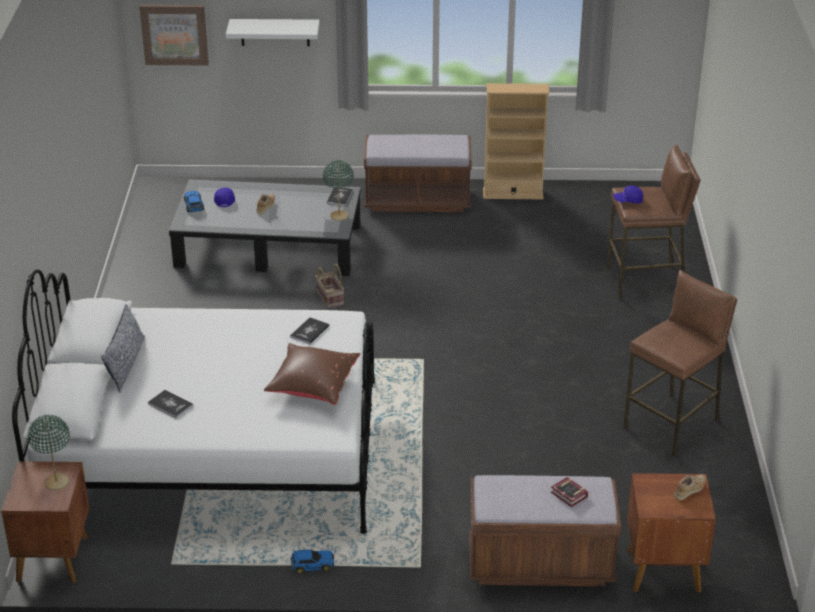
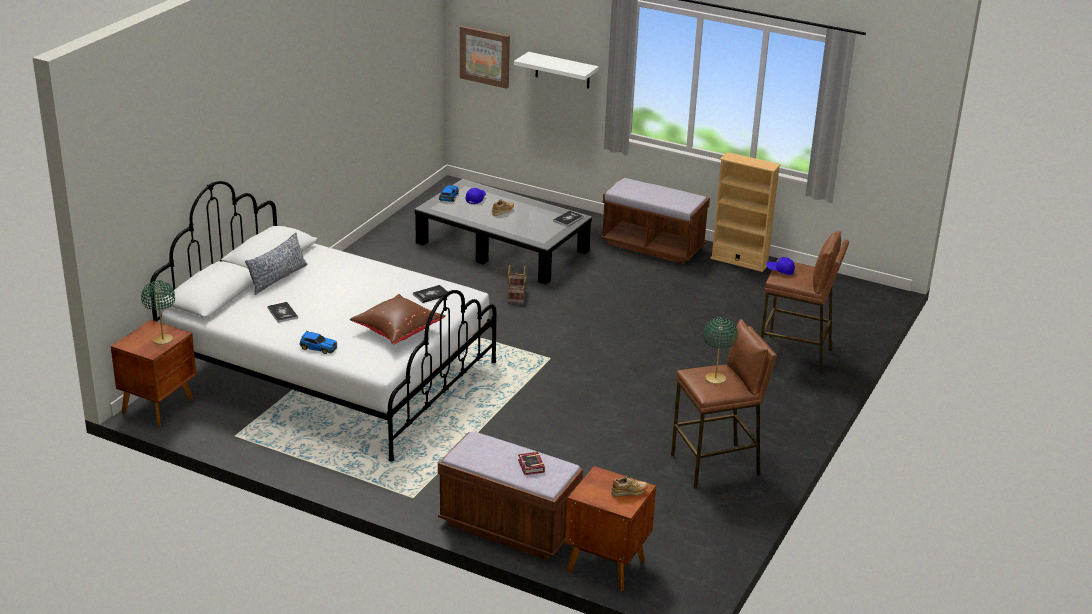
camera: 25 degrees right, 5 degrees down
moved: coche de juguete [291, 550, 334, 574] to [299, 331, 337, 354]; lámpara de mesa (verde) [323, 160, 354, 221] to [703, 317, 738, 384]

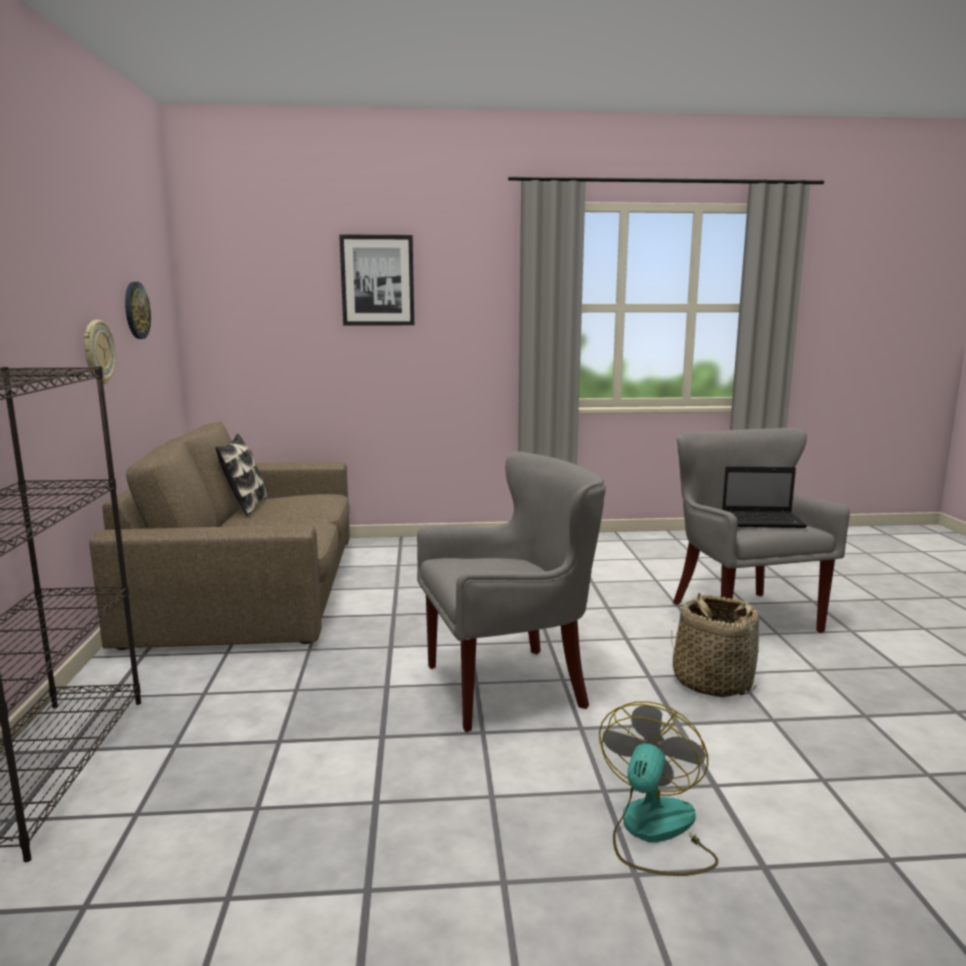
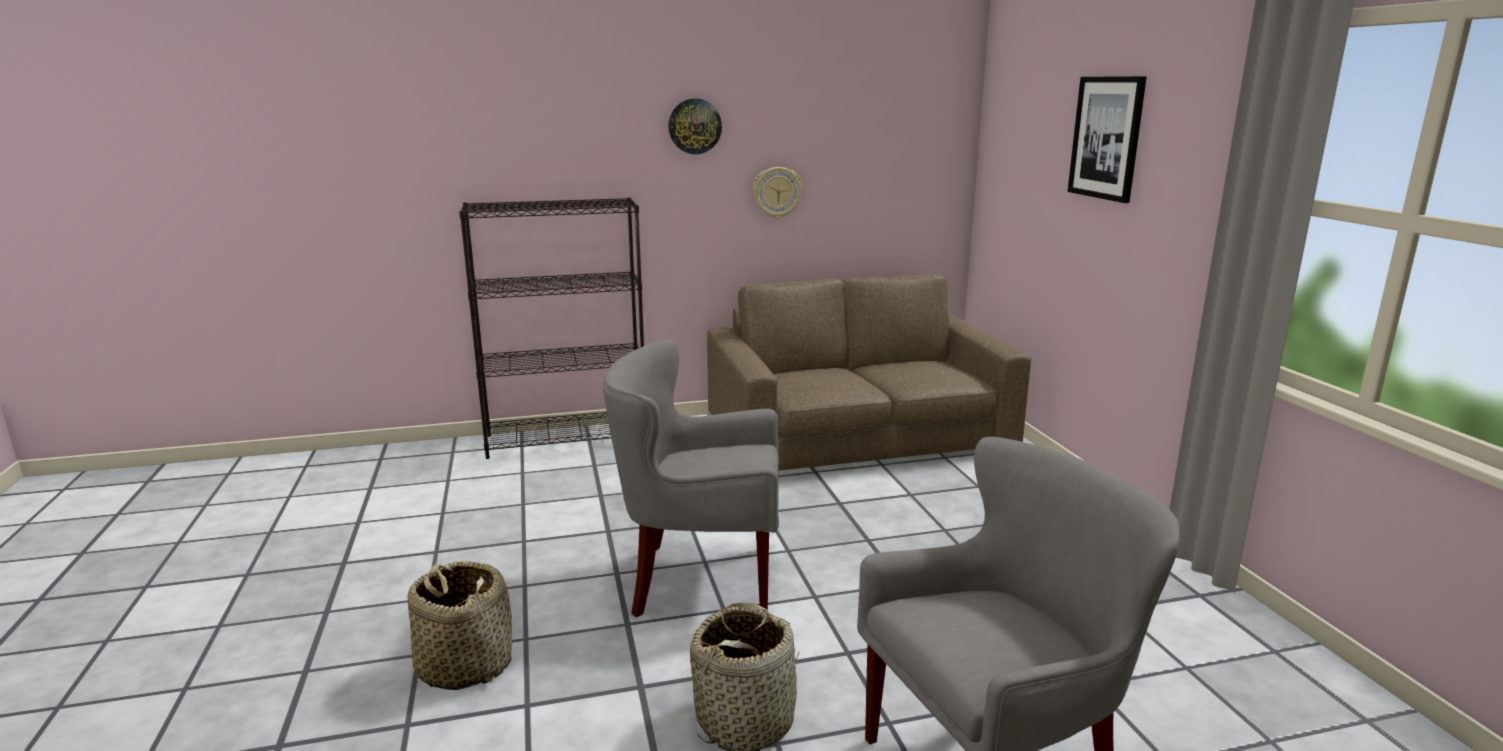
camera: 80 degrees right, 5 degrees up
removed: cojín [215, 434, 268, 517]; portátil [722, 466, 807, 528]
moved: reloj de pared [125, 282, 151, 339] to [668, 99, 722, 154]
replaced: ventilador [599, 701, 719, 876] to cesta [408, 561, 512, 690]
turned: sillón (gris) [417, 452, 606, 732] = [603, 340, 779, 617] 120 degrees clockwise

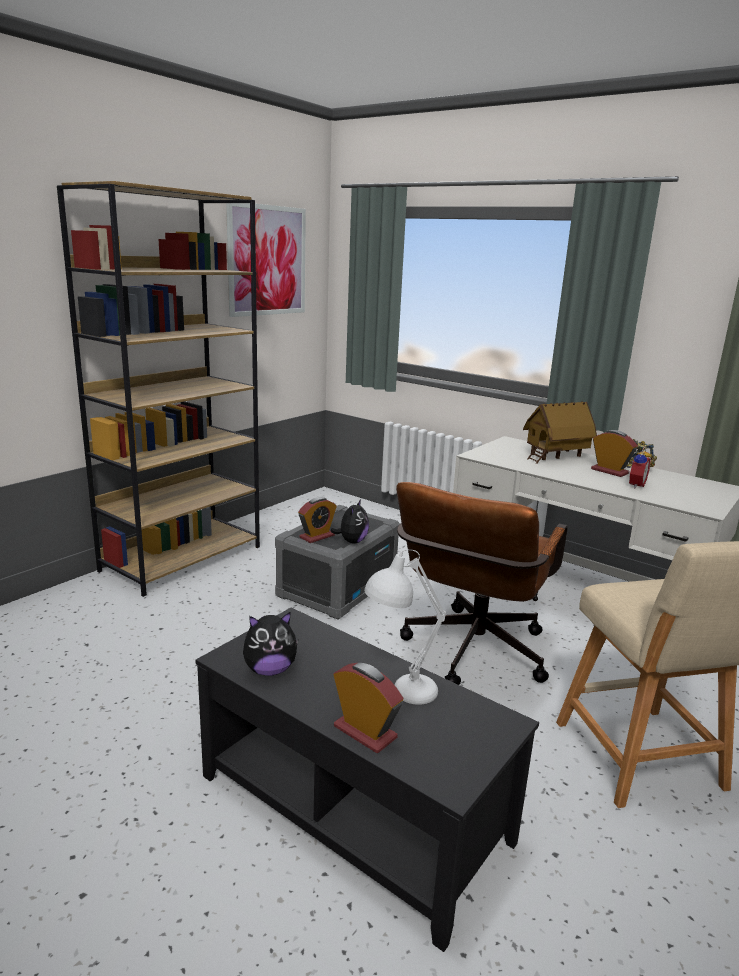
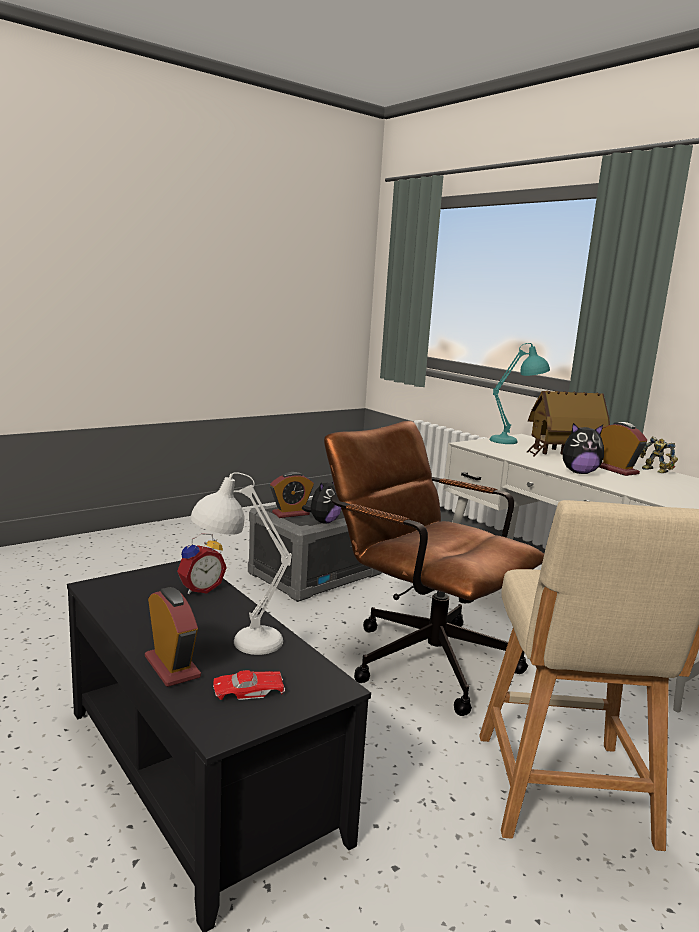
camera: 15 degrees right, 5 degrees down
removed: estantería (marrón) [57, 181, 260, 597]; cuadro [226, 203, 306, 317]
added: coche de juguete (rojo) [213, 670, 285, 700]; lámpara de mesa (turquesa) [490, 343, 550, 444]
moved: despertador [628, 446, 651, 488] to [177, 533, 227, 594]; peluche [243, 612, 298, 676] to [562, 423, 604, 474]
turned: silla de oficina (marrón) [396, 482, 568, 685] = [324, 421, 544, 716] 90 degrees clockwise

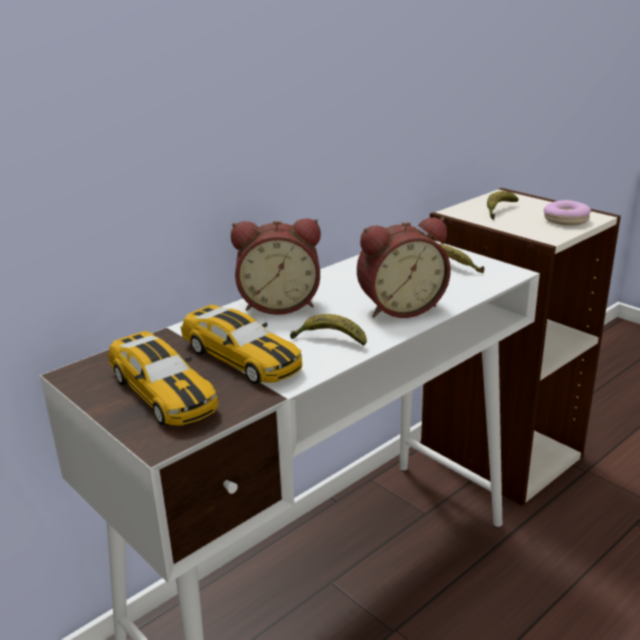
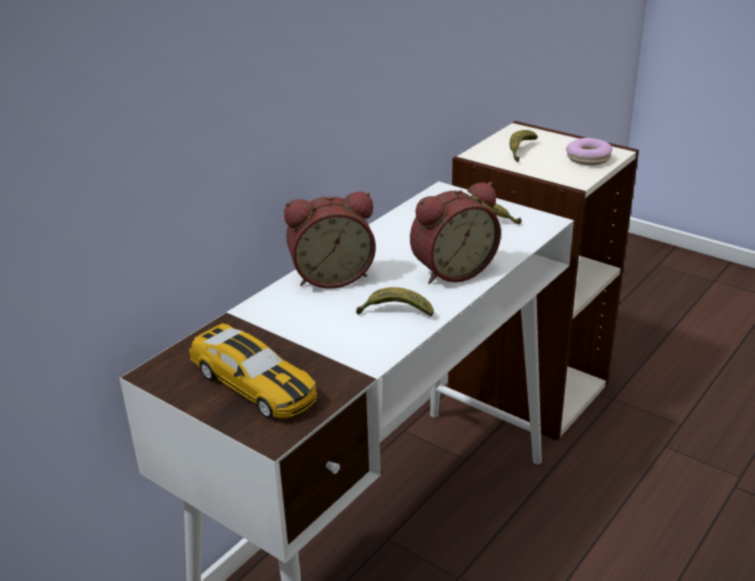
camera: 10 degrees left, 5 degrees up
removed: coche de juguete [181, 304, 302, 384]

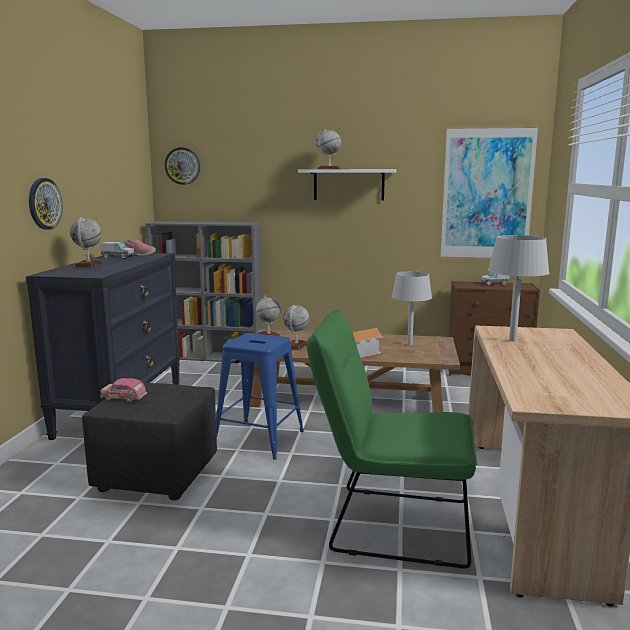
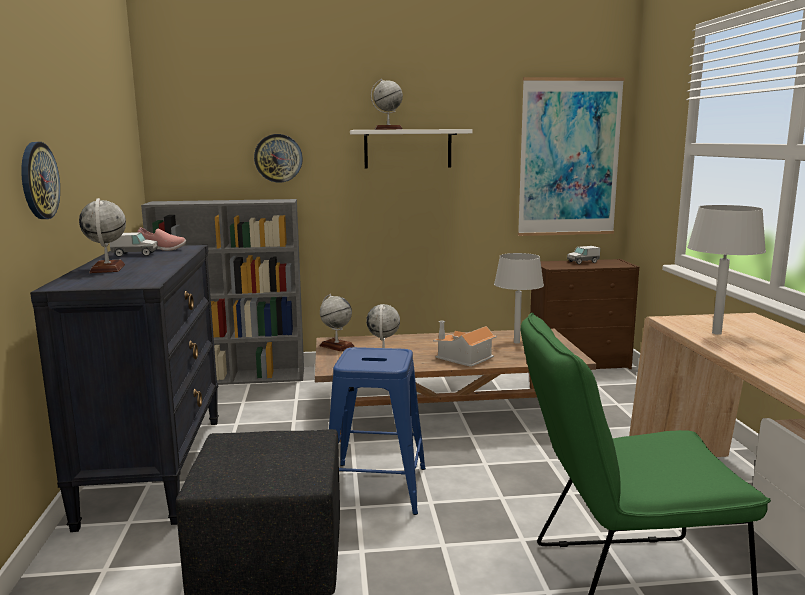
camera: 15 degrees left, 0 degrees up
removed: coche de juguete [100, 378, 147, 403]
moved: reloj de pared [165, 147, 200, 185] to [254, 134, 303, 183]

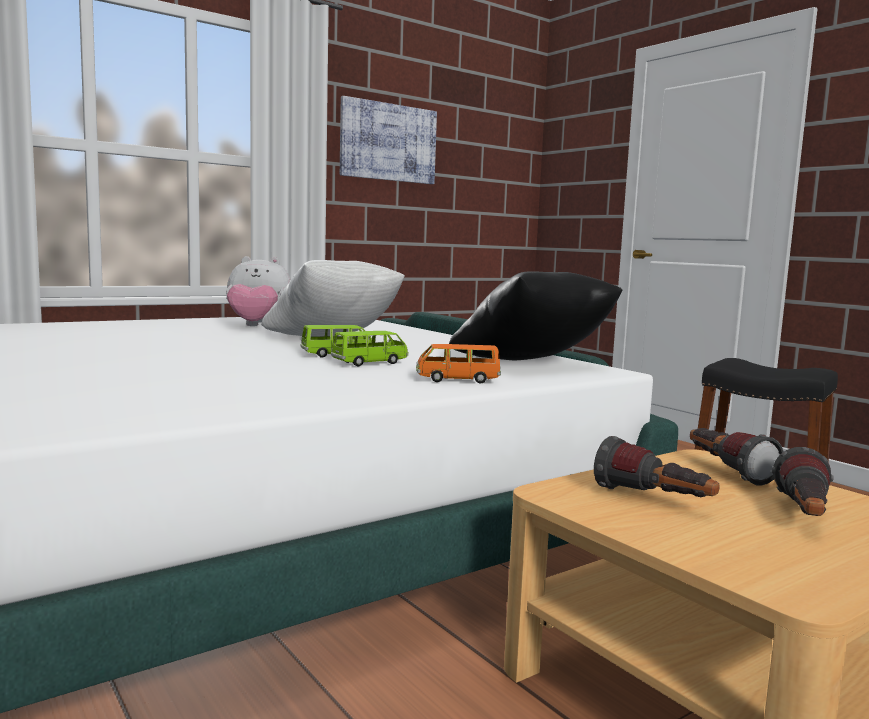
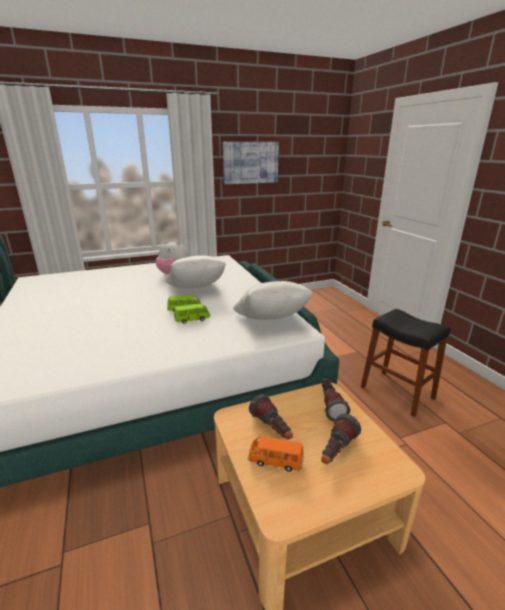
camera: 15 degrees right, 15 degrees up
moved: coche de juguete (naranja) [416, 344, 501, 384] to [248, 436, 304, 471]
recoloured: cojín (negro) [449, 271, 623, 361] to cojín (blanco) [234, 281, 313, 319]

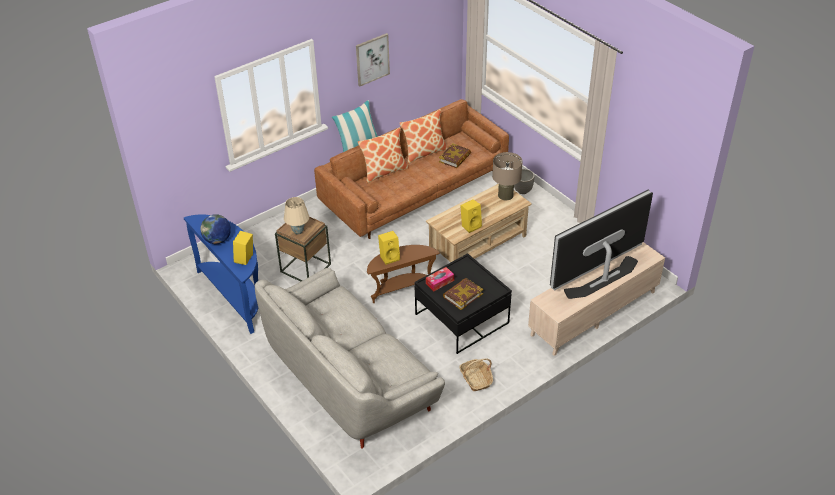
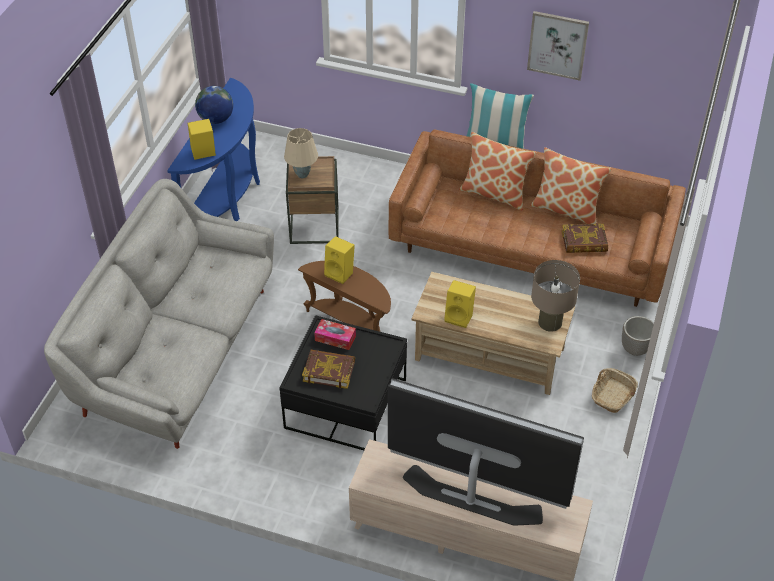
camera: 55 degrees right, 5 degrees up
moved: cesta [460, 358, 493, 391] to [592, 368, 638, 413]

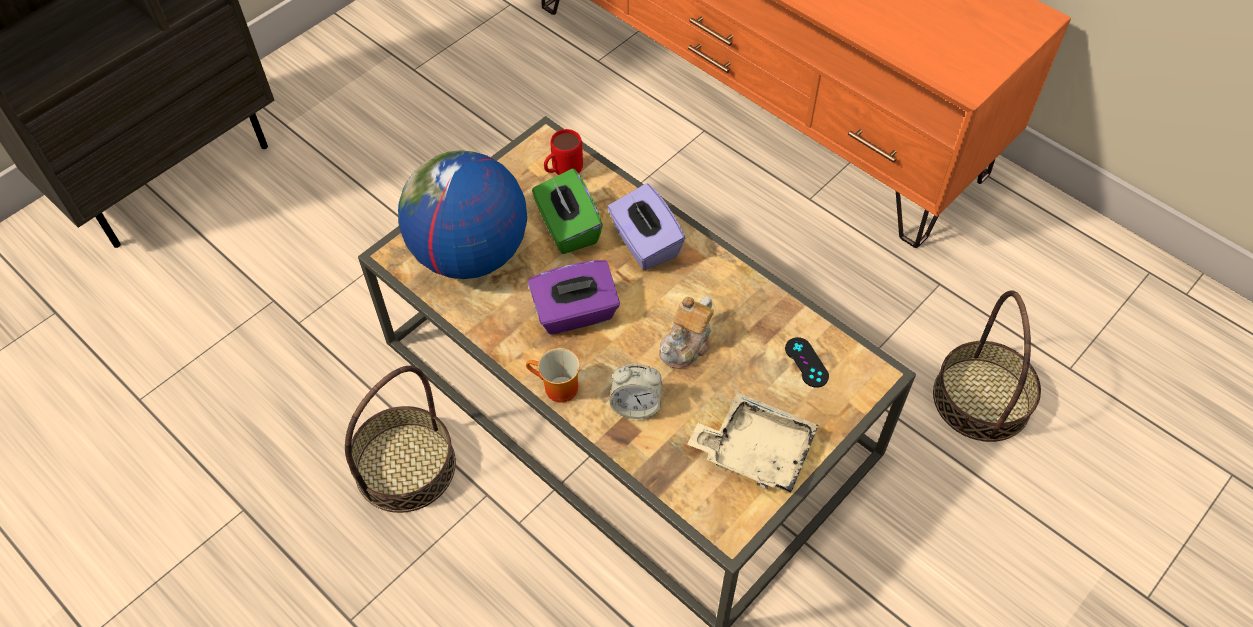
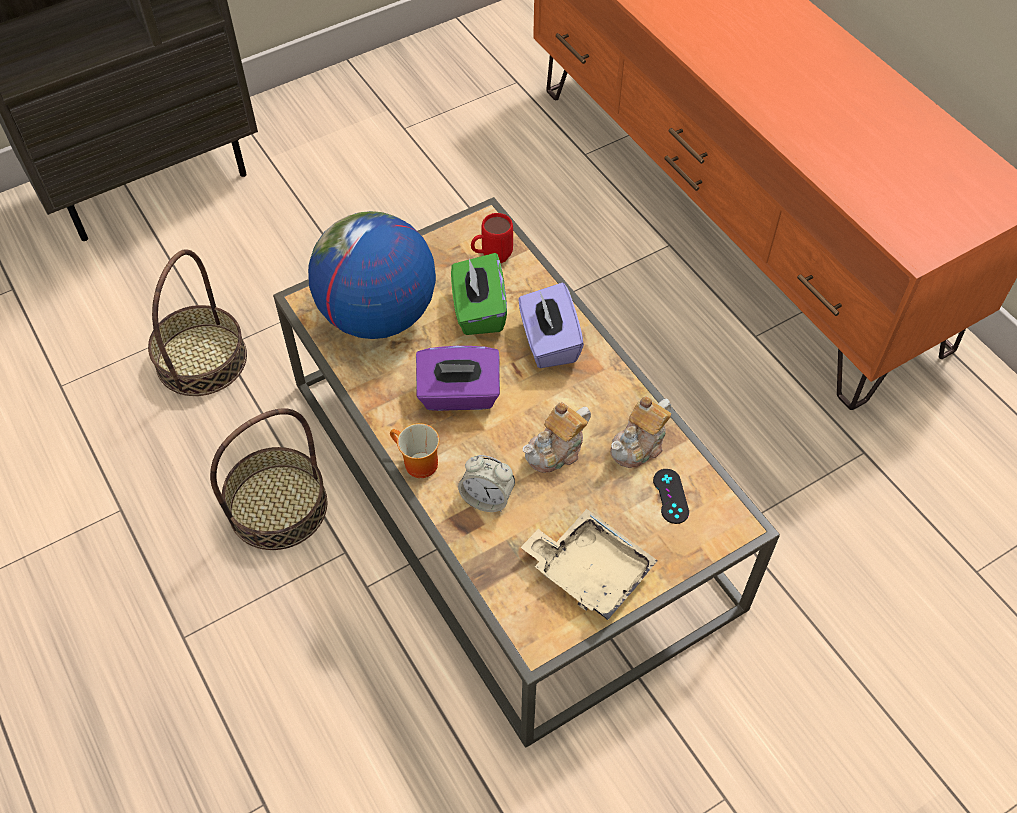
camera: 15 degrees right, 0 degrees up
added: tetera [610, 396, 671, 468]
moved: cesta [933, 290, 1041, 442] to [148, 249, 247, 396]

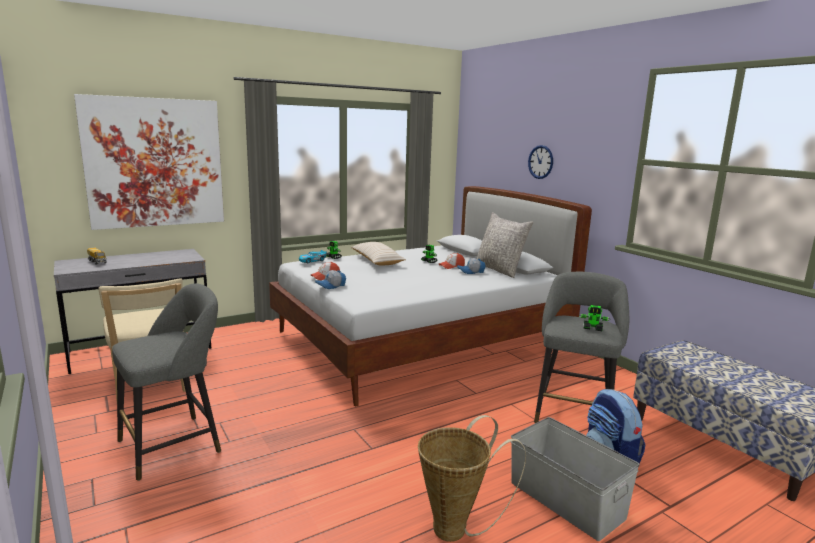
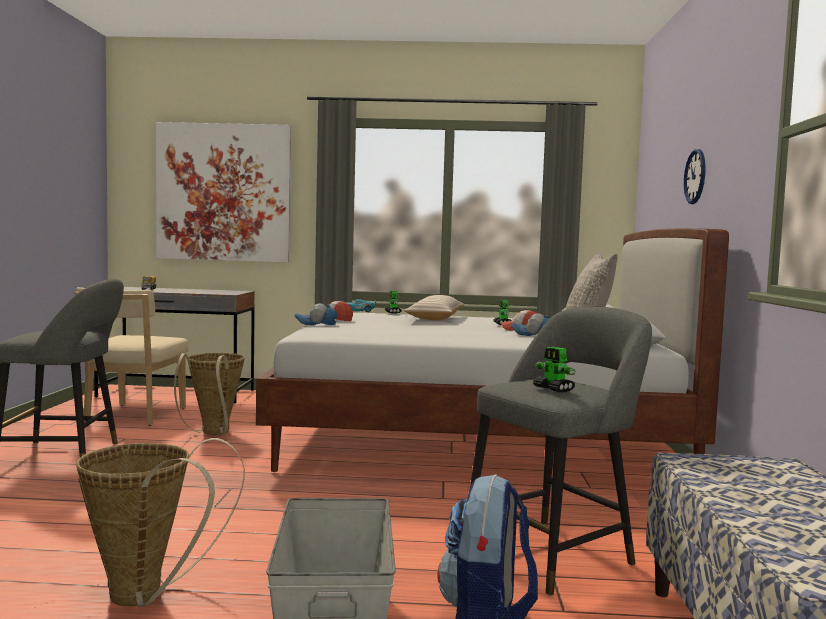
camera: 35 degrees right, 10 degrees down
added: cesta [174, 353, 245, 435]

